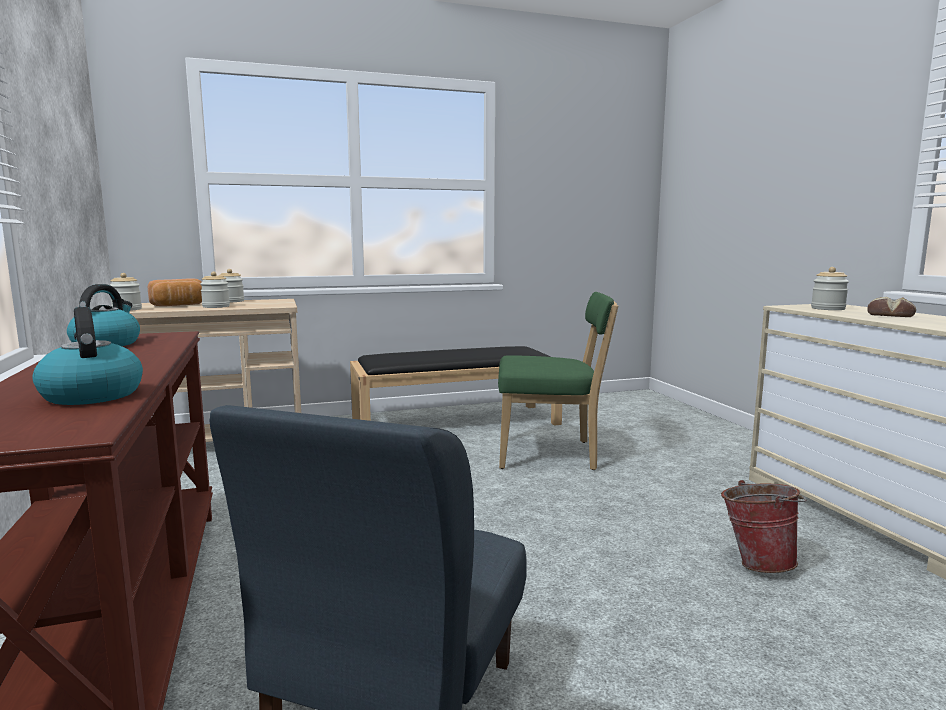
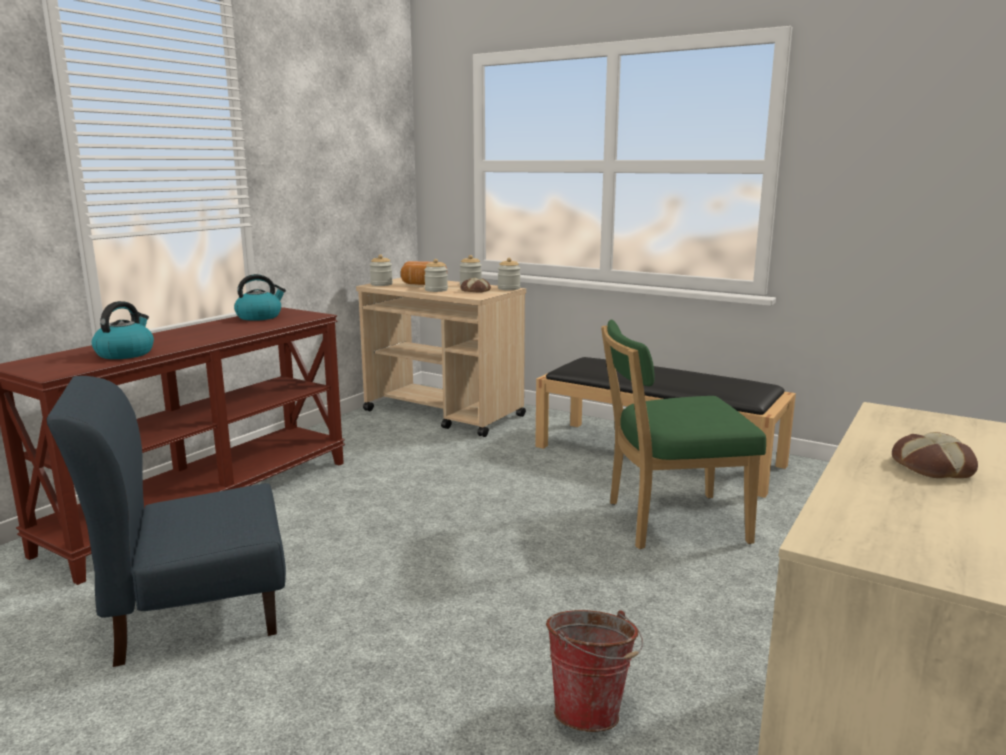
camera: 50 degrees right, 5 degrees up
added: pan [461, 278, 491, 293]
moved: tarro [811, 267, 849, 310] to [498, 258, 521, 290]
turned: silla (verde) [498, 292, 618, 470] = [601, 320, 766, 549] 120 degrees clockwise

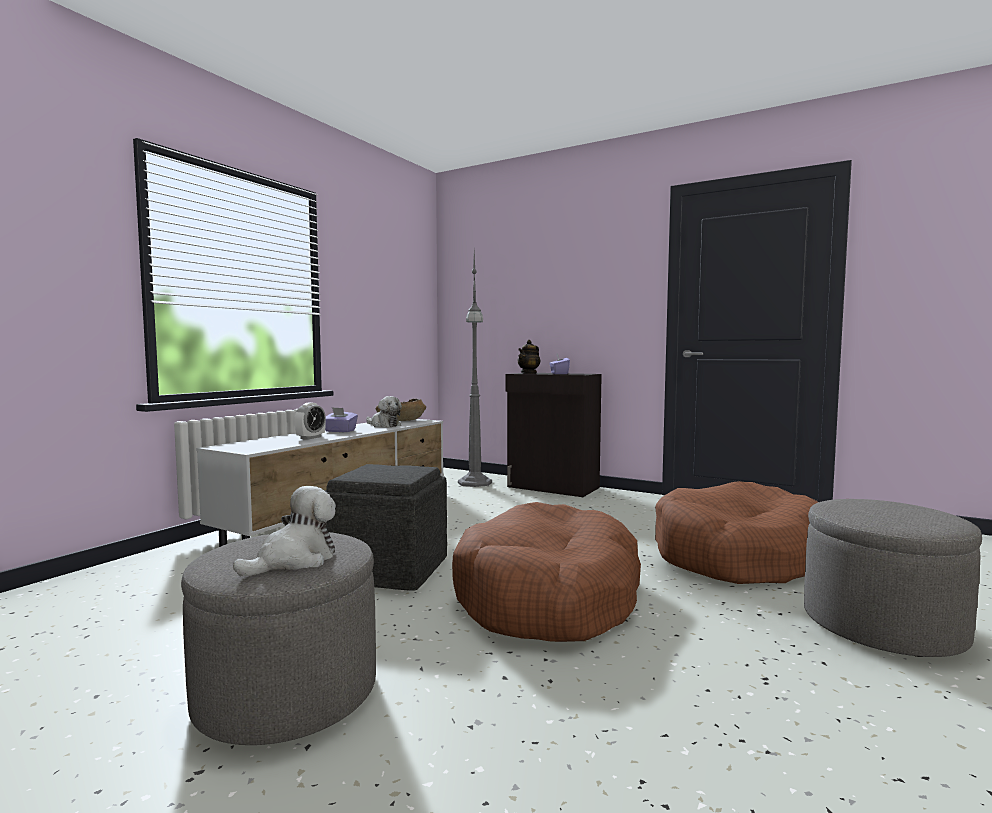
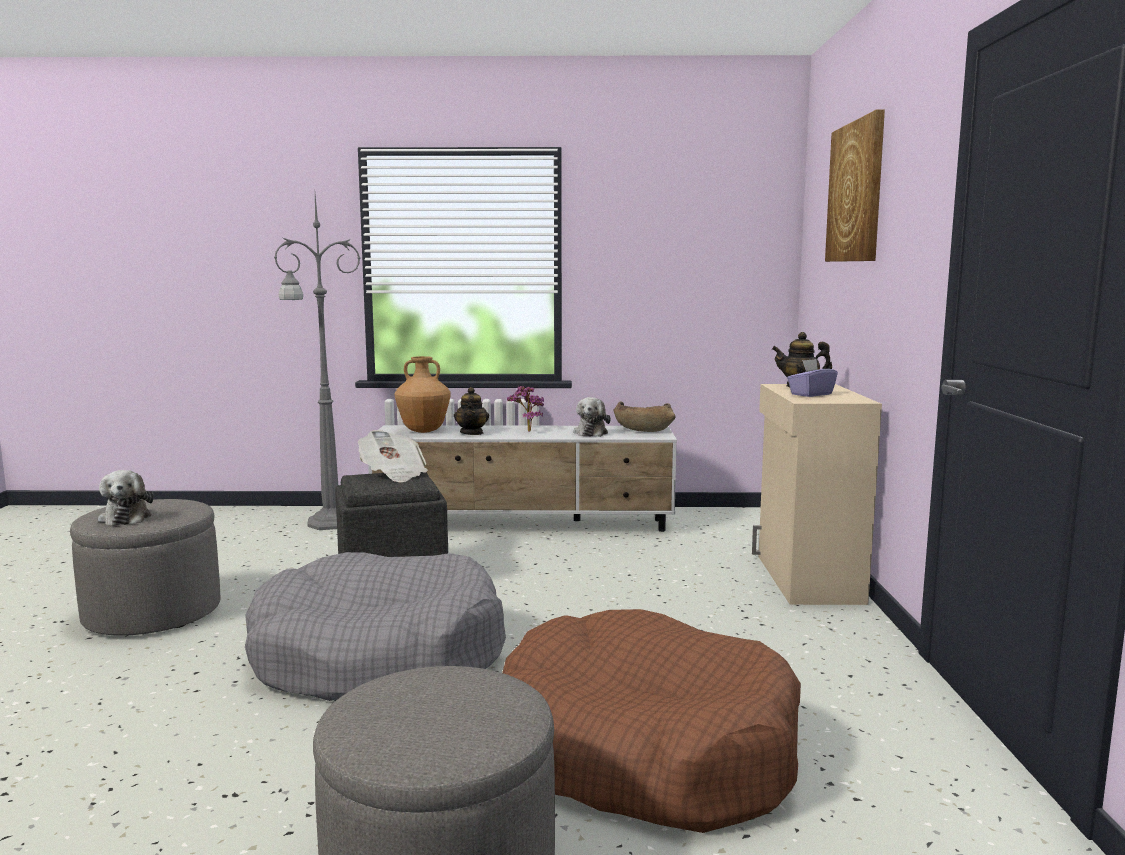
camera: 60 degrees right, 5 degrees up
added: periódico [358, 430, 428, 483]; florero (marrón) [395, 356, 451, 433]; cuadro [825, 110, 885, 262]
moved: lámpara de pie (gris) [458, 252, 492, 487] to [274, 195, 360, 530]
replaced: despertador [295, 403, 326, 440] to tetera [454, 387, 489, 435]; caja de pañuelos (morado) [325, 407, 358, 432] to planta en maceta [507, 386, 544, 432]
recoloured: cama para perro (marrón) [452, 502, 641, 642] to cama para perro (gris) [245, 552, 506, 701]; armario (negro) [505, 373, 602, 497] to armario (beis) [752, 384, 882, 605]
turned: peluche [233, 486, 336, 576] = [98, 470, 154, 526] 60 degrees clockwise

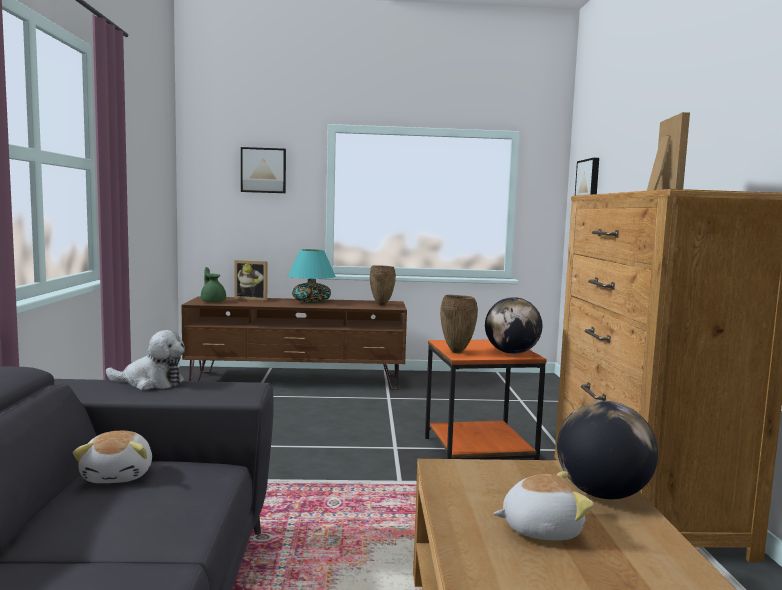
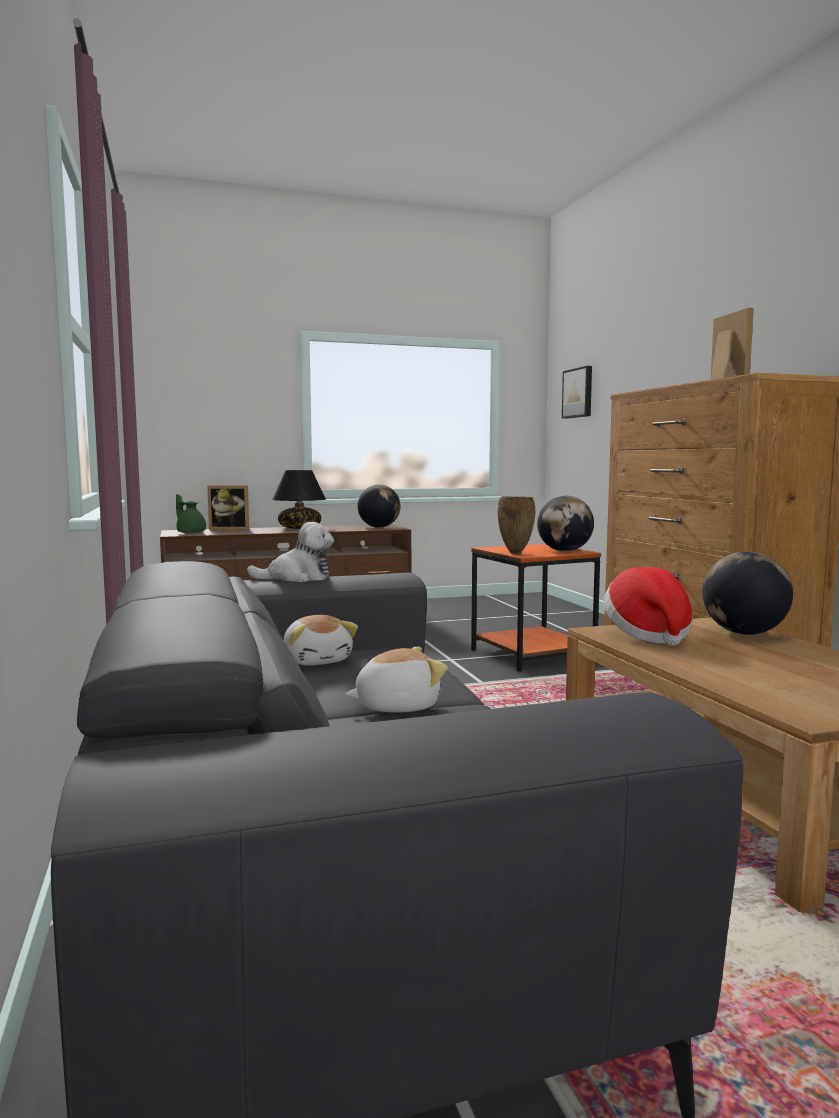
camera: 15 degrees left, 0 degrees up
removed: cuadro [241, 147, 286, 193]
added: sombrero [604, 567, 693, 646]
moved: peluche [493, 471, 594, 540] to [345, 647, 448, 713]
replaced: florero (marrón) [370, 265, 396, 306] to globo terráqueo [357, 485, 400, 528]
recoloured: lámpara de mesa (turquesa) [288, 249, 336, 303] to lámpara de mesa (negro) [272, 470, 326, 529]

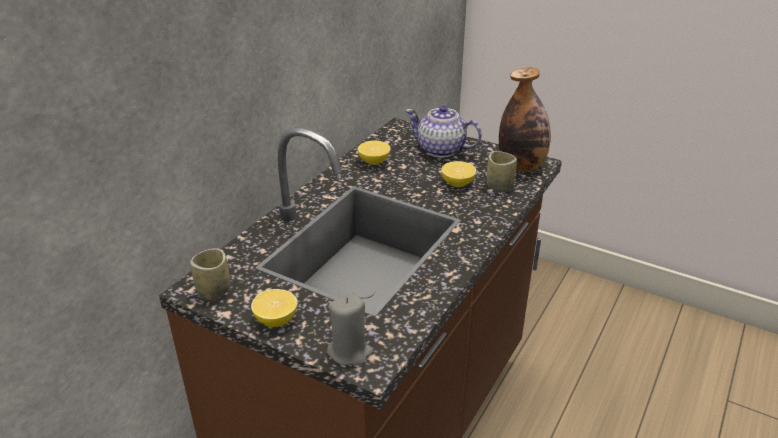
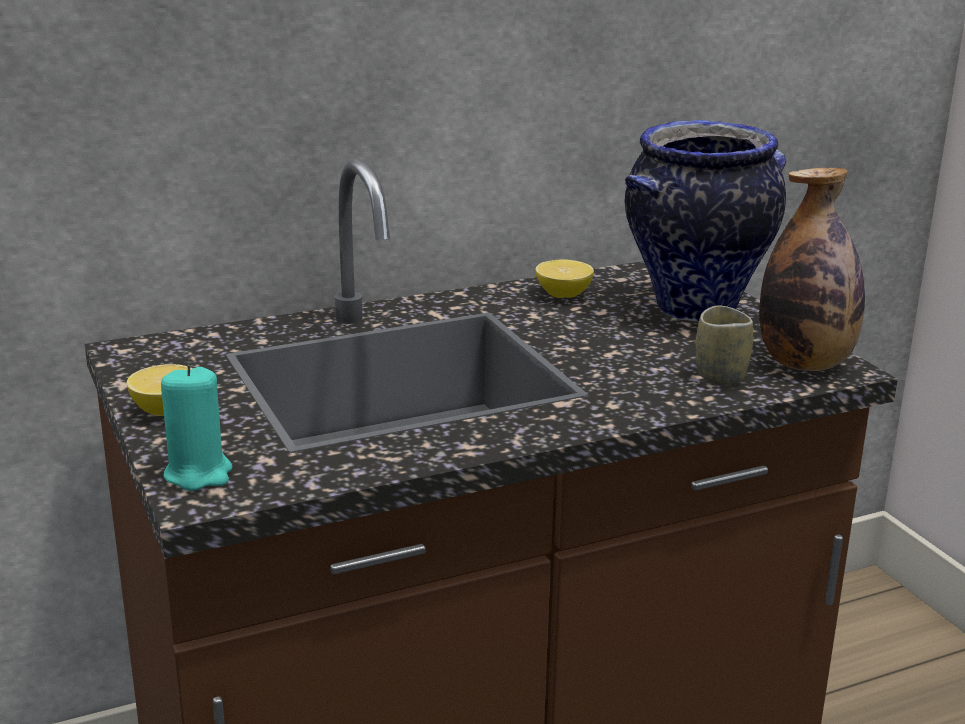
camera: 35 degrees right, 10 degrees down
removed: taza [190, 248, 230, 300]; limón [441, 161, 476, 187]
replaced: tetera [405, 105, 482, 157] to florero [624, 120, 787, 322]
recoloured: vela (gris) [327, 294, 373, 365] to vela (turquesa) [161, 365, 232, 491]

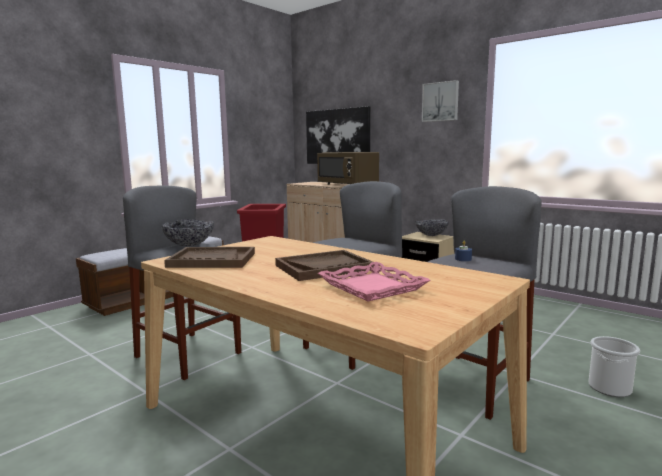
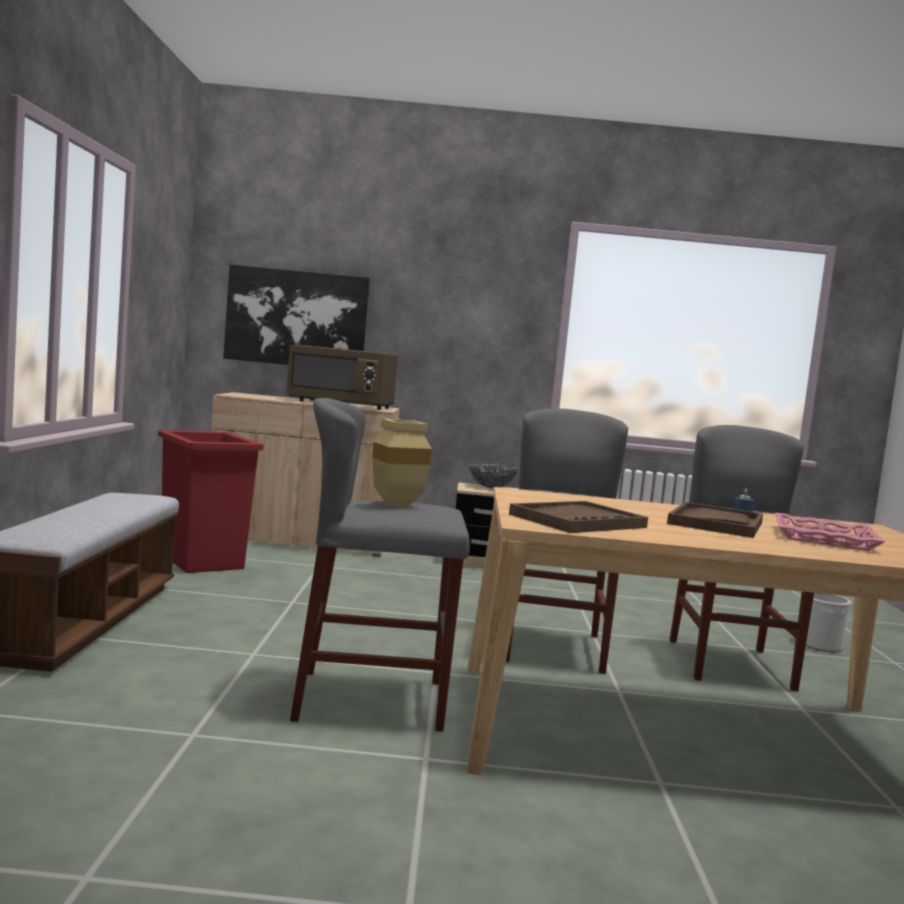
camera: 40 degrees left, 5 degrees down
removed: cuadro [422, 80, 459, 122]
replaced: cuenco [162, 219, 214, 246] to florero (beis) [372, 419, 432, 507]

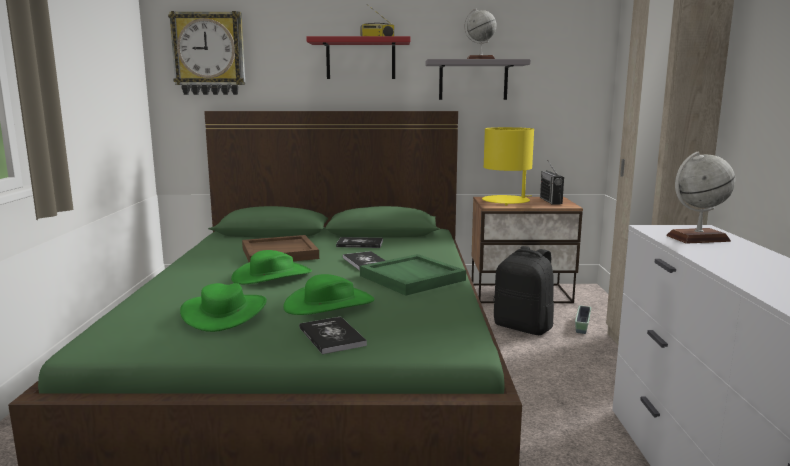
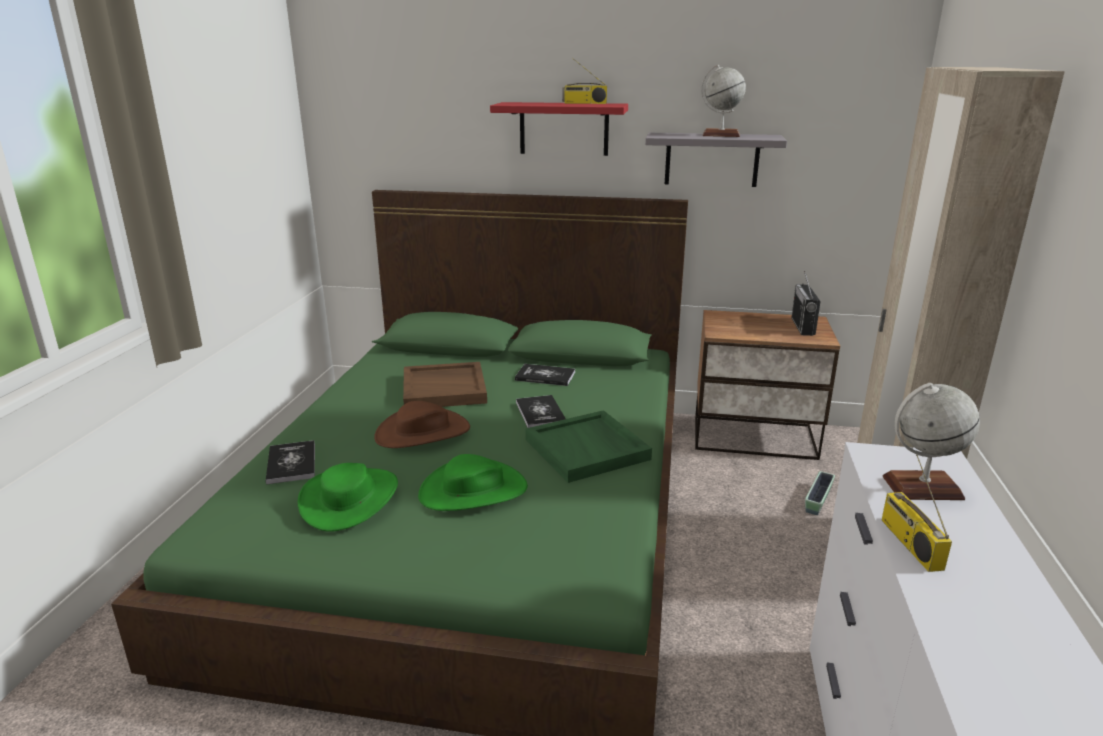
camera: 10 degrees right, 10 degrees up
removed: reloj de pared [168, 11, 246, 95]; lámpara de mesa (amarillo) [482, 127, 534, 205]; mochila (negro) [493, 246, 554, 335]
added: radio [882, 454, 952, 572]
moved: libro [299, 317, 367, 354] to [265, 440, 315, 485]
recoloured: sombrero (verde) [231, 250, 312, 284] to sombrero (marrón) [374, 401, 470, 448]

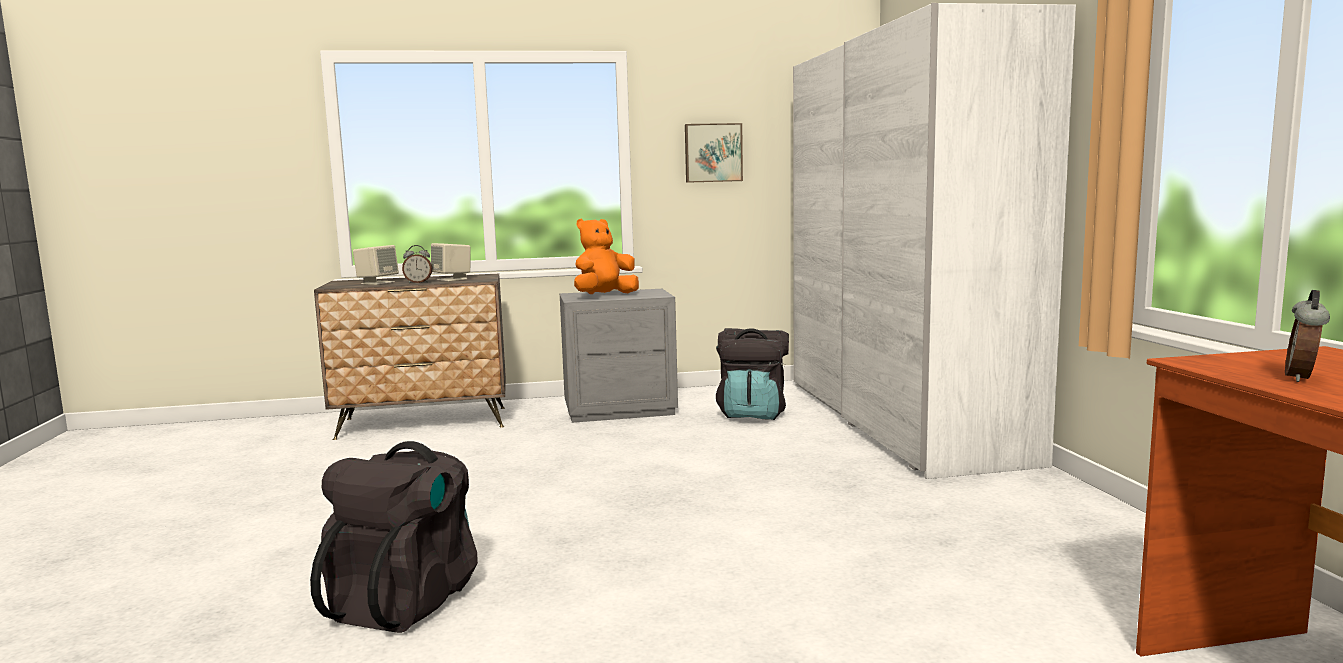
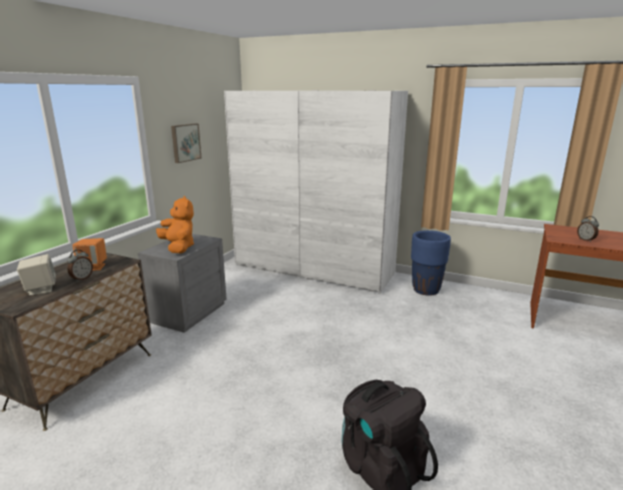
camera: 55 degrees left, 10 degrees up
removed: mochila (negro) [716, 328, 789, 420]
added: maceta (azul) [411, 230, 451, 296]
recoloured: altavoz (beis) [431, 243, 471, 281] to altavoz (naranja) [73, 238, 107, 271]
turned: peluche (naranja) [574, 219, 639, 294] = [156, 196, 194, 253] 150 degrees clockwise

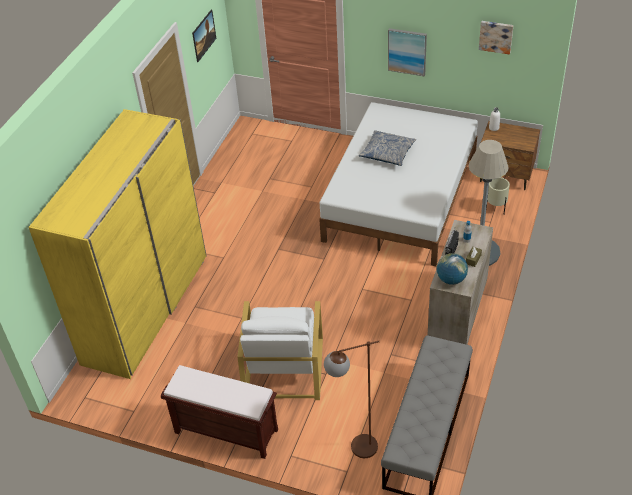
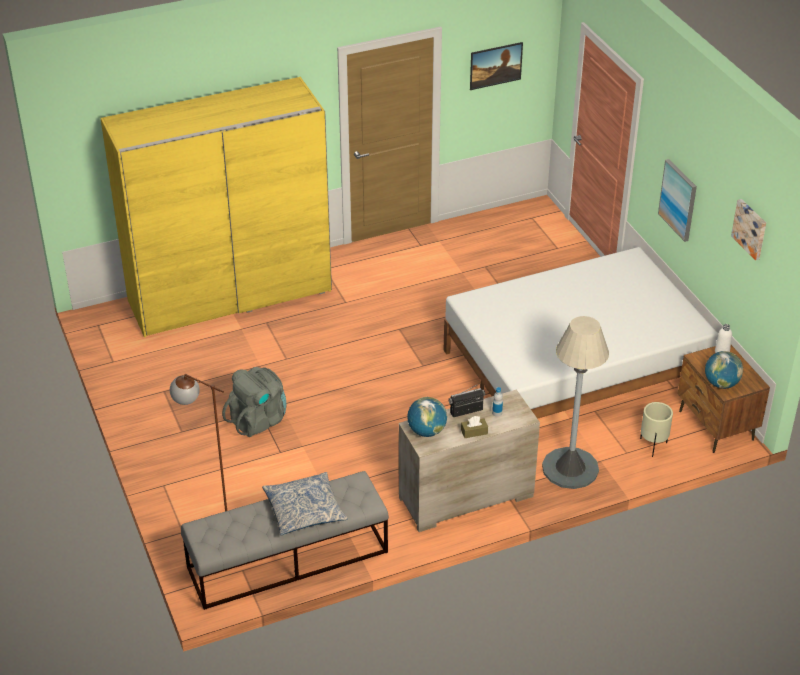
camera: 45 degrees right, 5 degrees down
removed: banco (marrón) [161, 365, 278, 459]
added: globo terráqueo [705, 351, 743, 389]
moved: cojín [359, 130, 416, 166] to [262, 472, 348, 536]
replaced: sillón (blanco) [237, 301, 323, 400] to mochila (gris) [222, 367, 286, 437]

